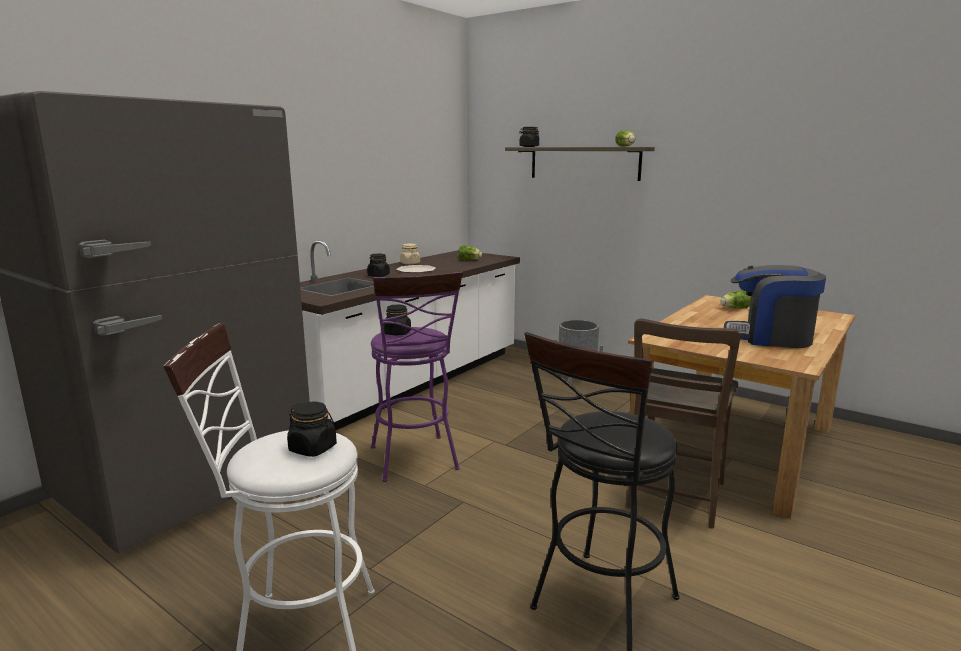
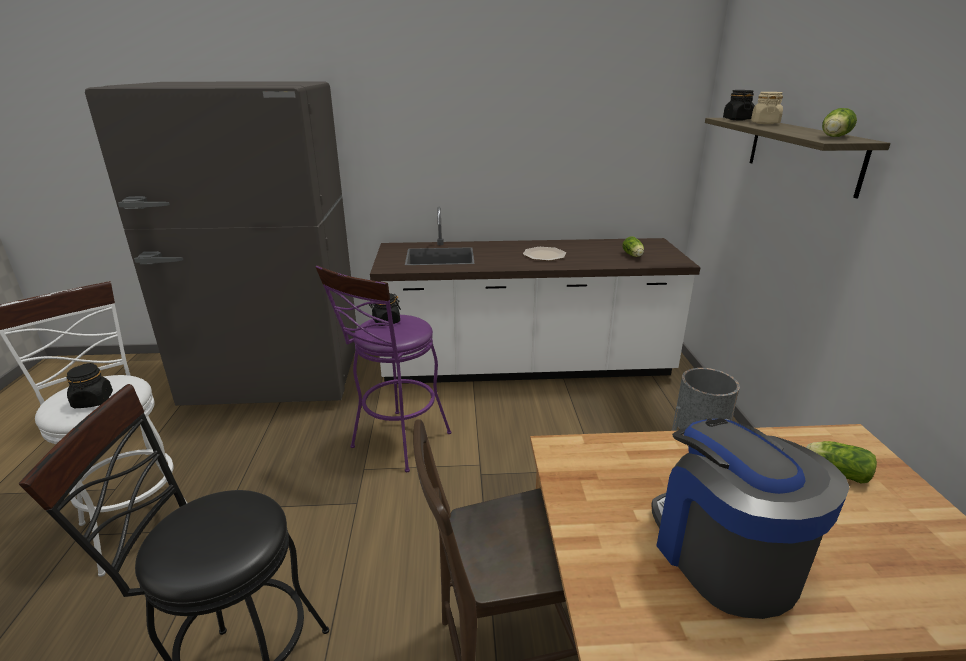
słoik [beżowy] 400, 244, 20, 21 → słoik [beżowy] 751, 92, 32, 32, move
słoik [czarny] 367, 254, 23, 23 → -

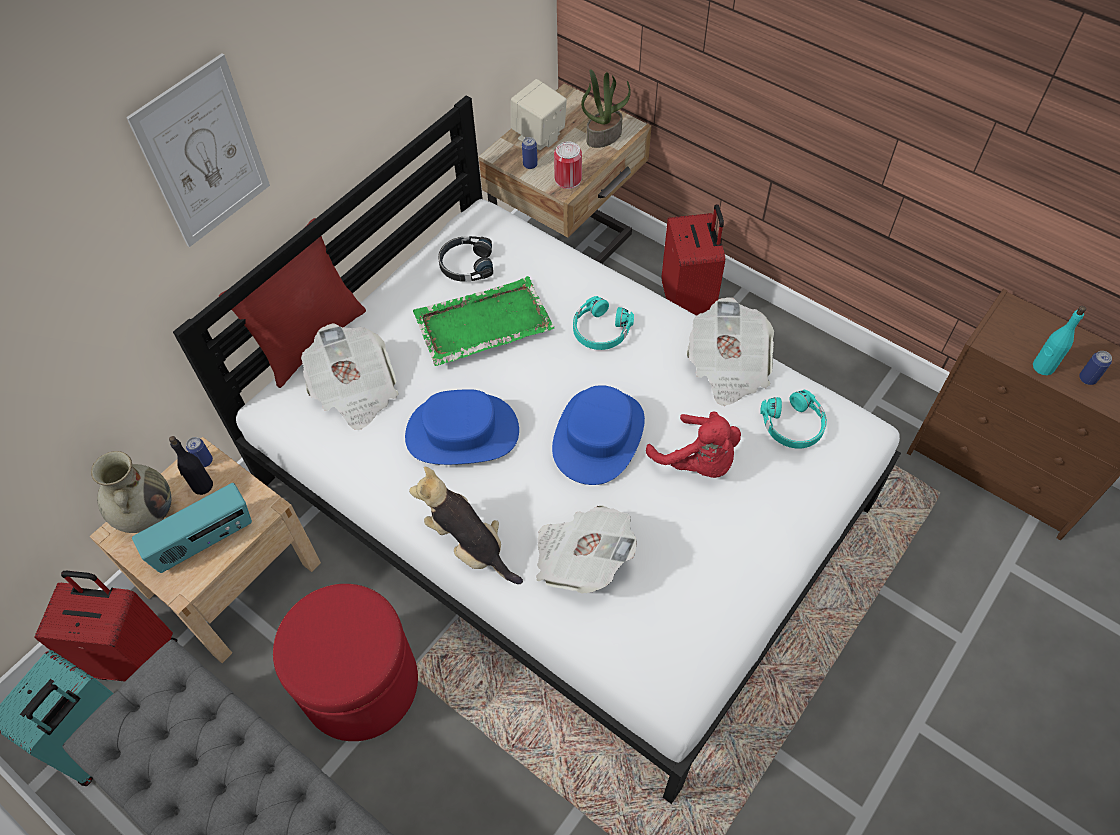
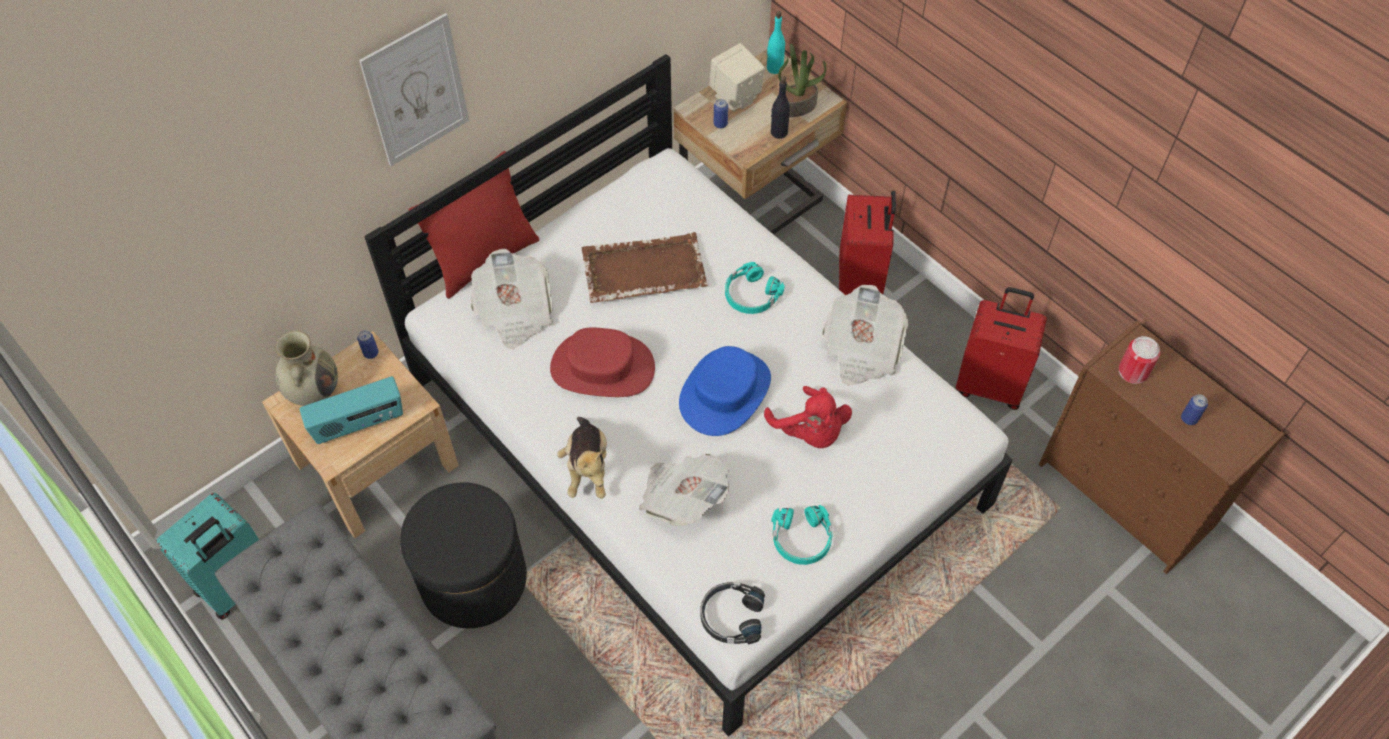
puszka 554, 142, 28, 47 → puszka 1119, 336, 41, 48, move
słuchawki [czarny] 438, 236, 55, 46 → słuchawki [czarny] 700, 582, 65, 63, move
taca [zielony] 413, 276, 141, 90 → taca [brązowy] 581, 232, 127, 71
butelka [turkusowy] 1033, 306, 53, 69 → butelka [turkusowy] 767, 11, 18, 63, move
kapelusz [niebieski] 405, 389, 114, 76 → kapelusz [czerwony] 550, 327, 105, 70
słuchawki [turkusowy] 761, 389, 66, 59 → słuchawki [turkusowy] 771, 505, 61, 60, move
butelka [czarny] 169, 436, 44, 59 → butelka [czarny] 771, 76, 19, 63, move
pluszak 409, 467, 114, 117 → pluszak 557, 417, 50, 82, 150 degrees counterclockwise
walizka [czerwony] 34, 571, 144, 111 → walizka [czerwony] 956, 287, 91, 123, move
pufa [czerwony] 273, 584, 145, 157 → pufa [czarny] 400, 483, 127, 145

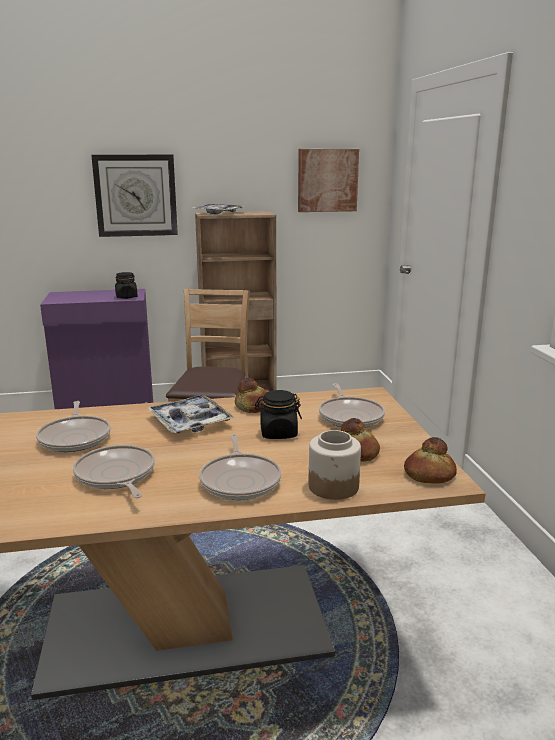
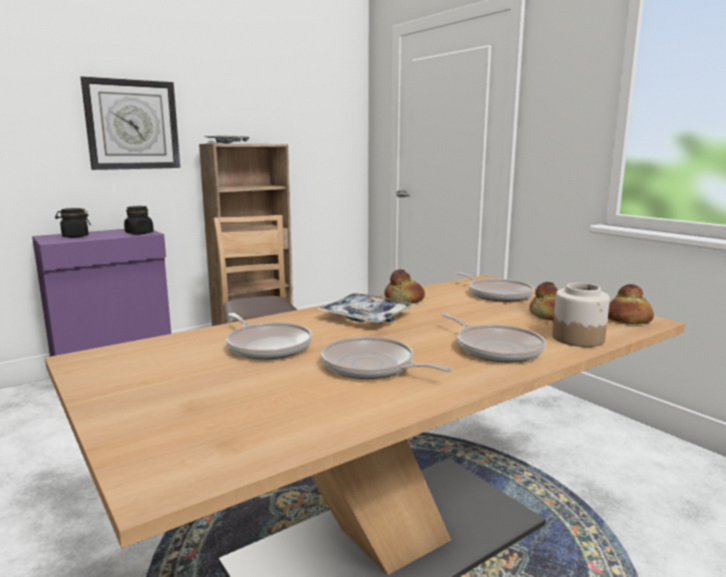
obraz 298, 149, 61, 63 → -
słoik [czarny] 255, 390, 47, 49 → słoik [czarny] 55, 208, 36, 30, move

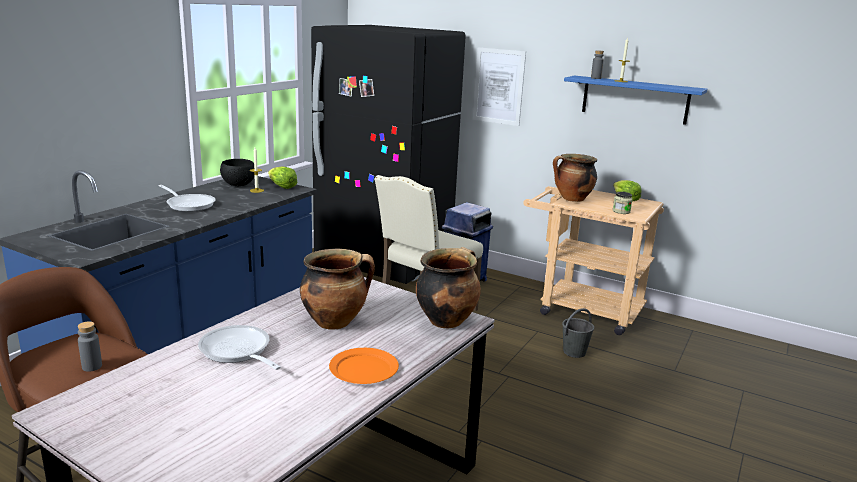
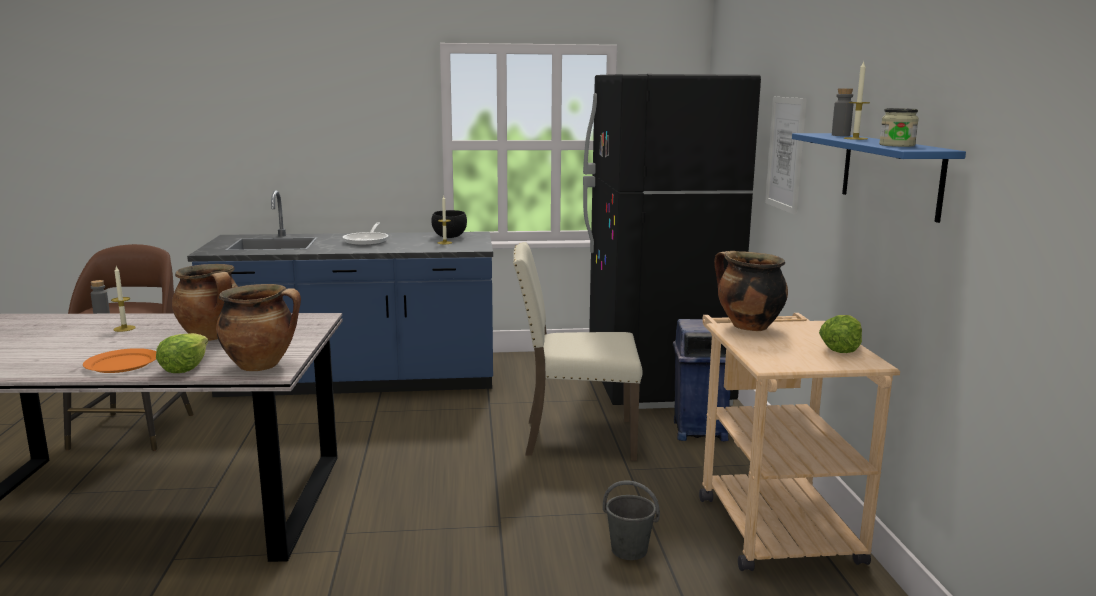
sałata 268, 166, 29, 23 → sałata 156, 333, 52, 40, move
słoik 612, 192, 21, 22 → słoik 879, 108, 40, 39, move
patelnia 198, 325, 83, 45 → świeca 111, 266, 25, 66

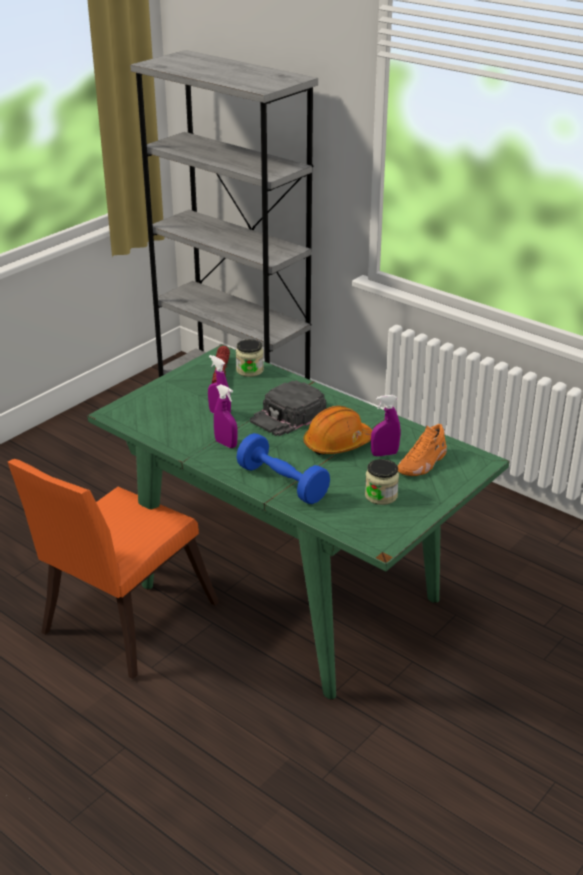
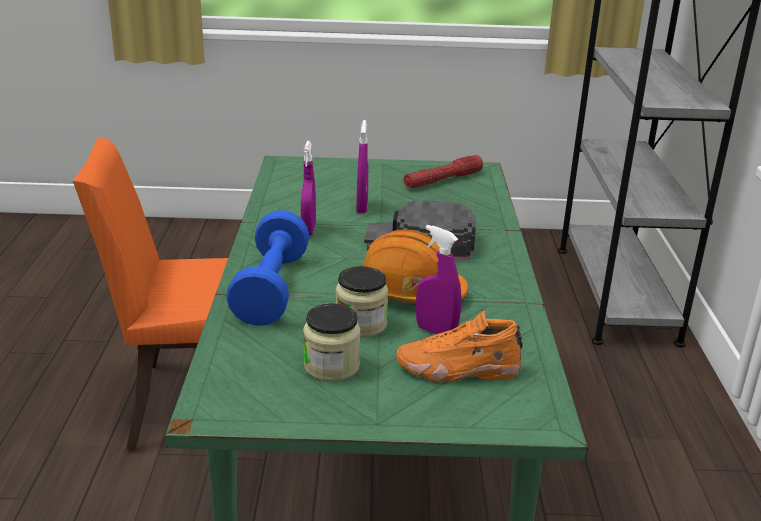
słoik 236, 339, 28, 38 → słoik 336, 266, 52, 72, move

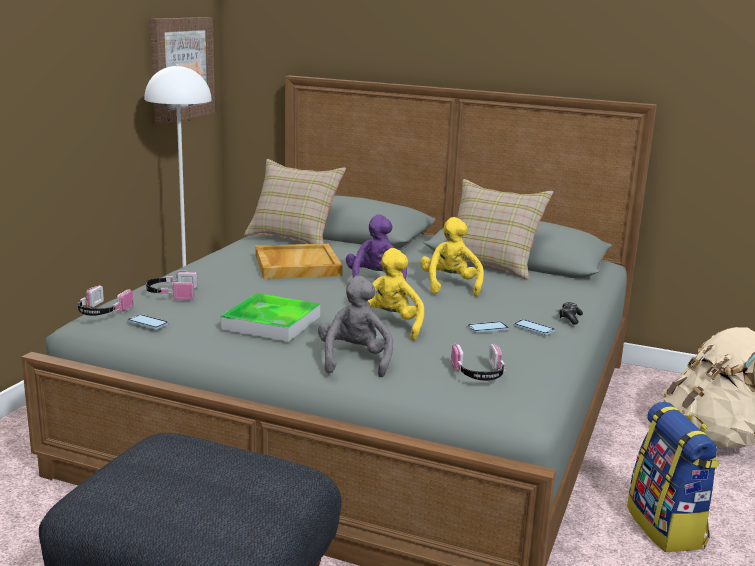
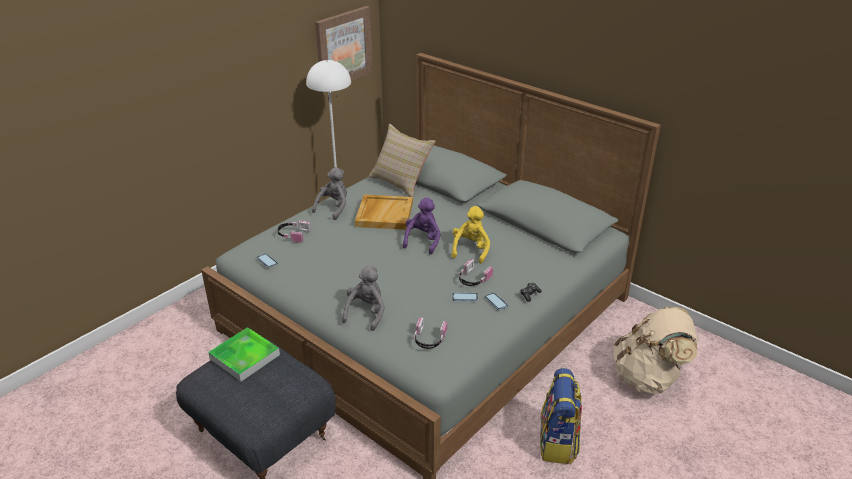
poduszka [beżowy] 457, 179, 96, 101 → -
pluszak [żółty] 368, 248, 56, 93 → -
słuchawki 78, 285, 56, 31 → słuchawki 459, 259, 34, 27, move
taca 221, 293, 99, 49 → taca 208, 327, 72, 55, move
- → pluszak [szary] 312, 167, 35, 53

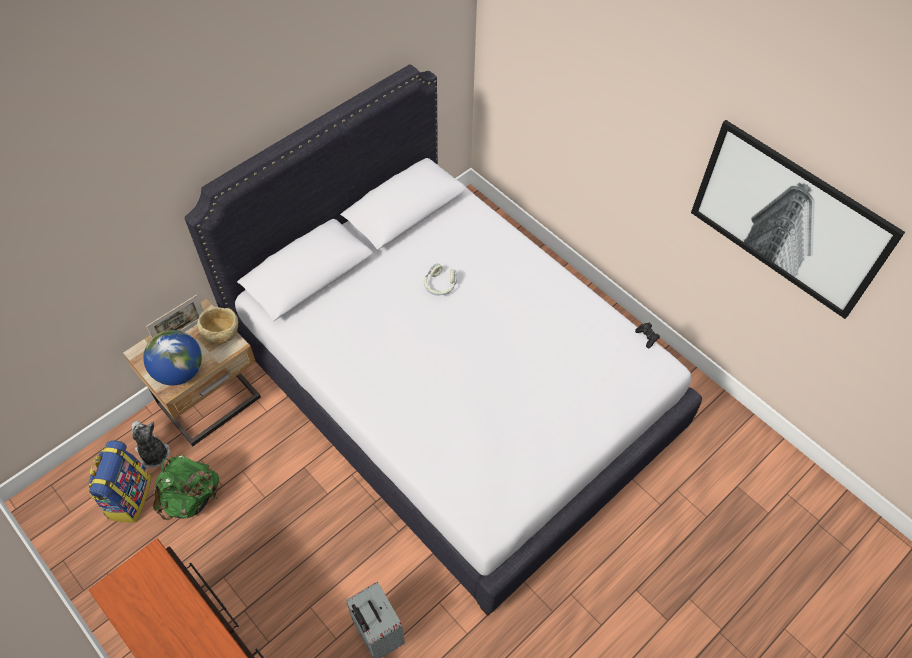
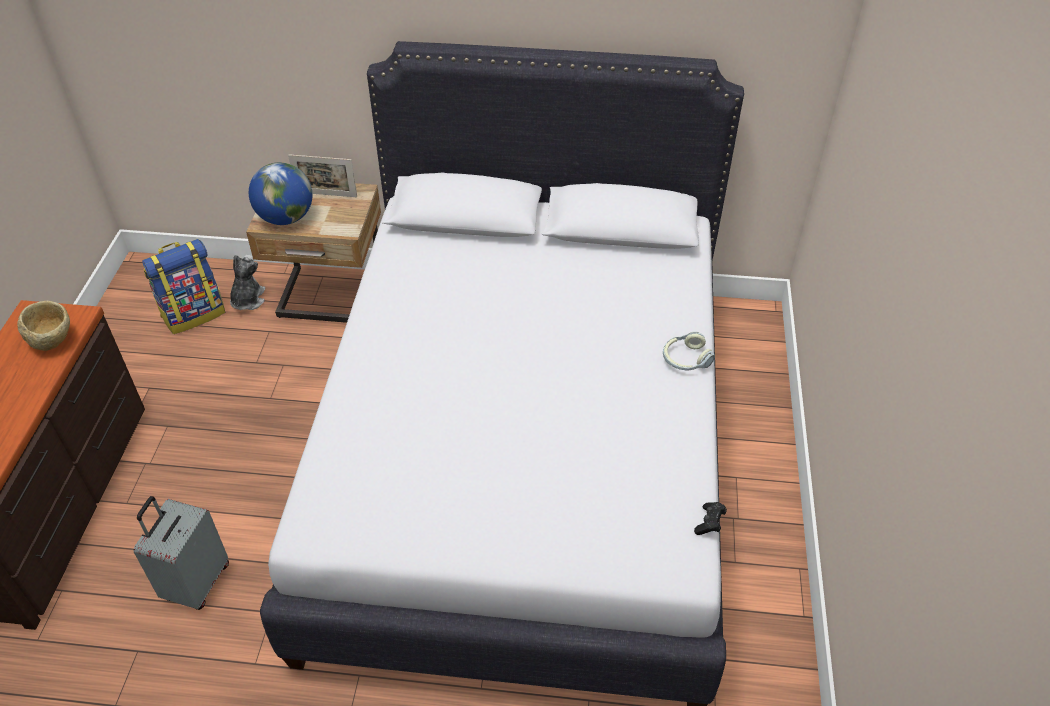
obraz 691, 120, 214, 199 → -
słuchawki 424, 264, 33, 32 → słuchawki 663, 331, 52, 39, move
miska [beżowy] 197, 307, 41, 37 → miska [beżowy] 17, 301, 53, 50, move
plecak [zielony] 153, 455, 66, 65 → -

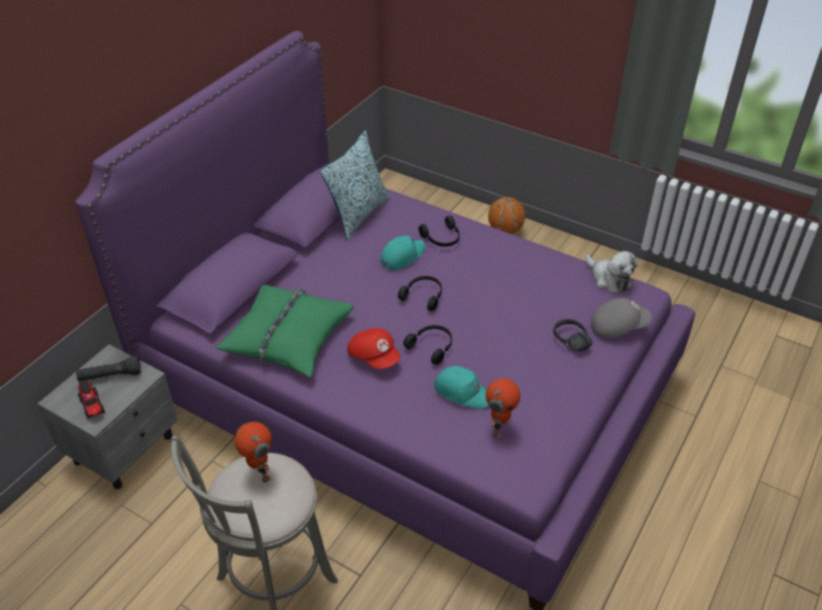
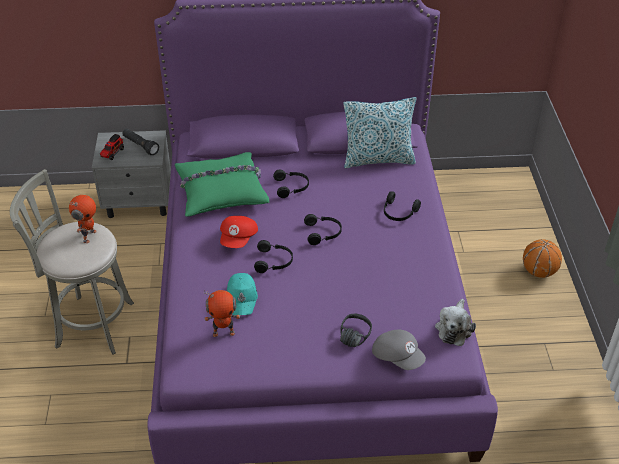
czapka z daszkiem [turkusowy] 380, 235, 45, 35 → -
- → słuchawki [czarny] 273, 169, 36, 29

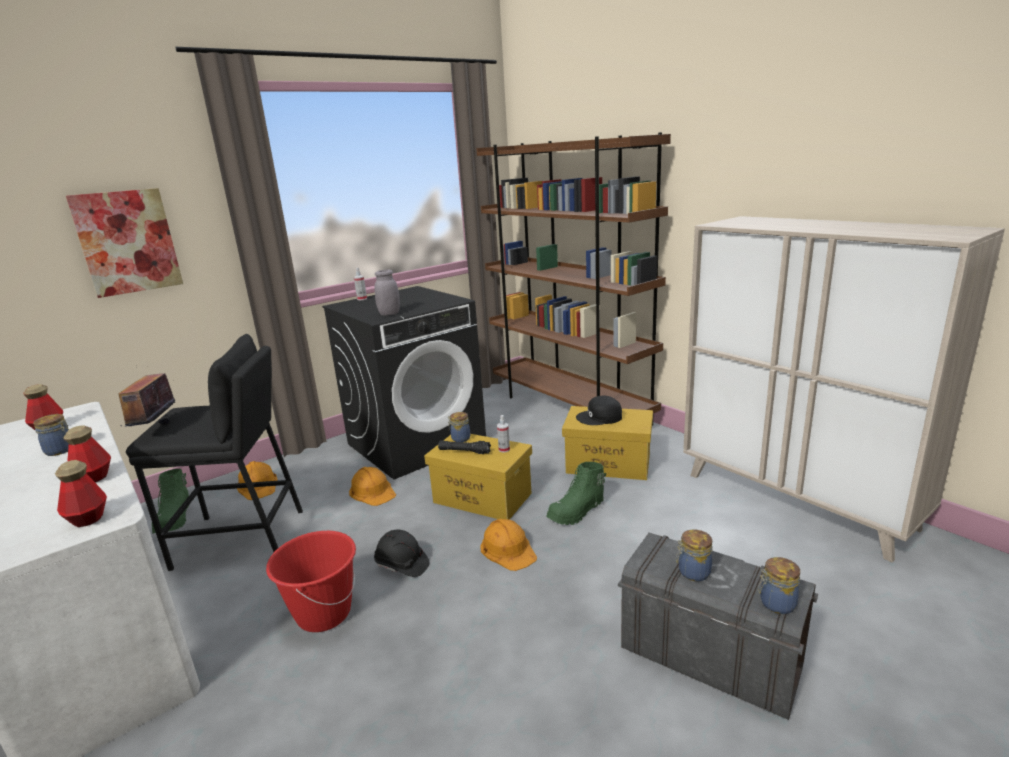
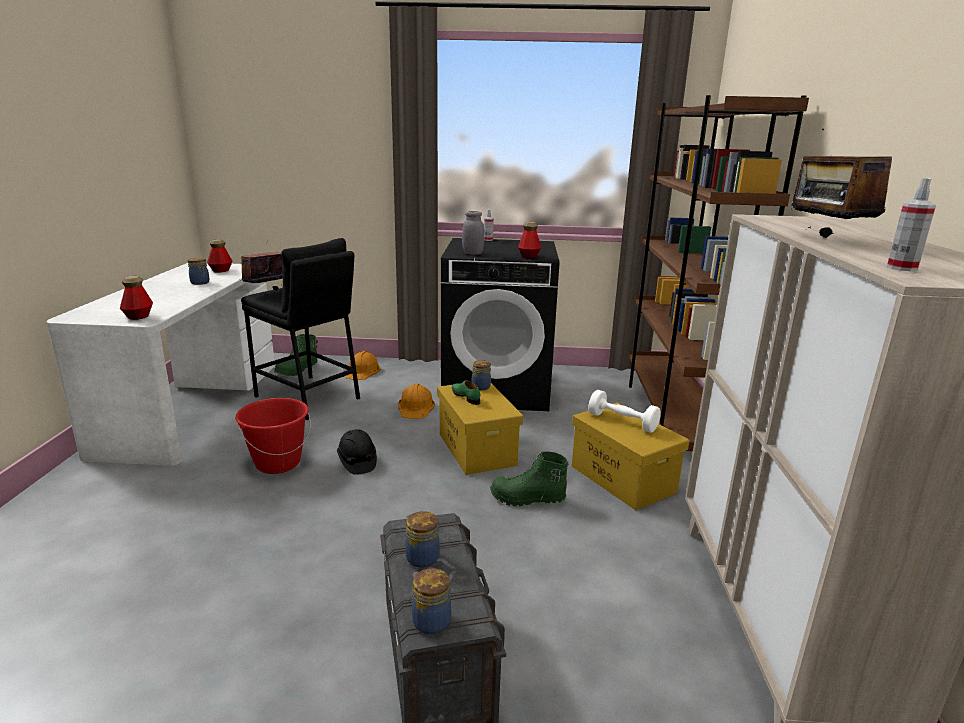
obraz 66, 188, 117, 110 → -
czapka z daszkiem [czarny] 576, 396, 46, 29 → hantel [biały] 589, 390, 72, 43
spryskiwacz 497, 415, 13, 38 → spryskiwacz 887, 178, 49, 93, move
butelka 63, 426, 48, 57 → butelka 518, 222, 24, 37, move
latarka [czarny] 438, 440, 53, 14 → but [zielony] 452, 380, 28, 25
kask [pomarańczowy] 480, 519, 57, 52 → -
- → radio 791, 129, 101, 109

